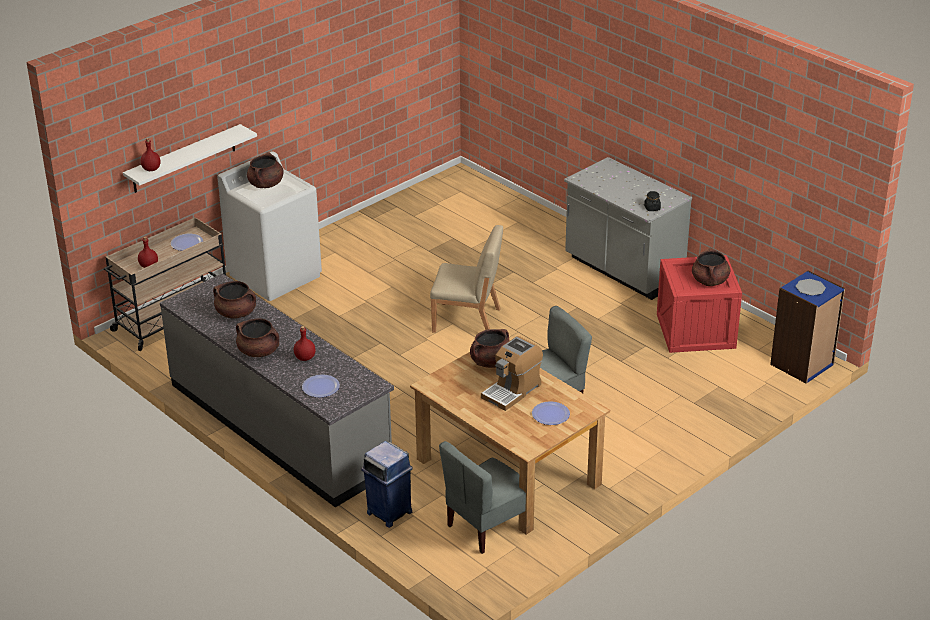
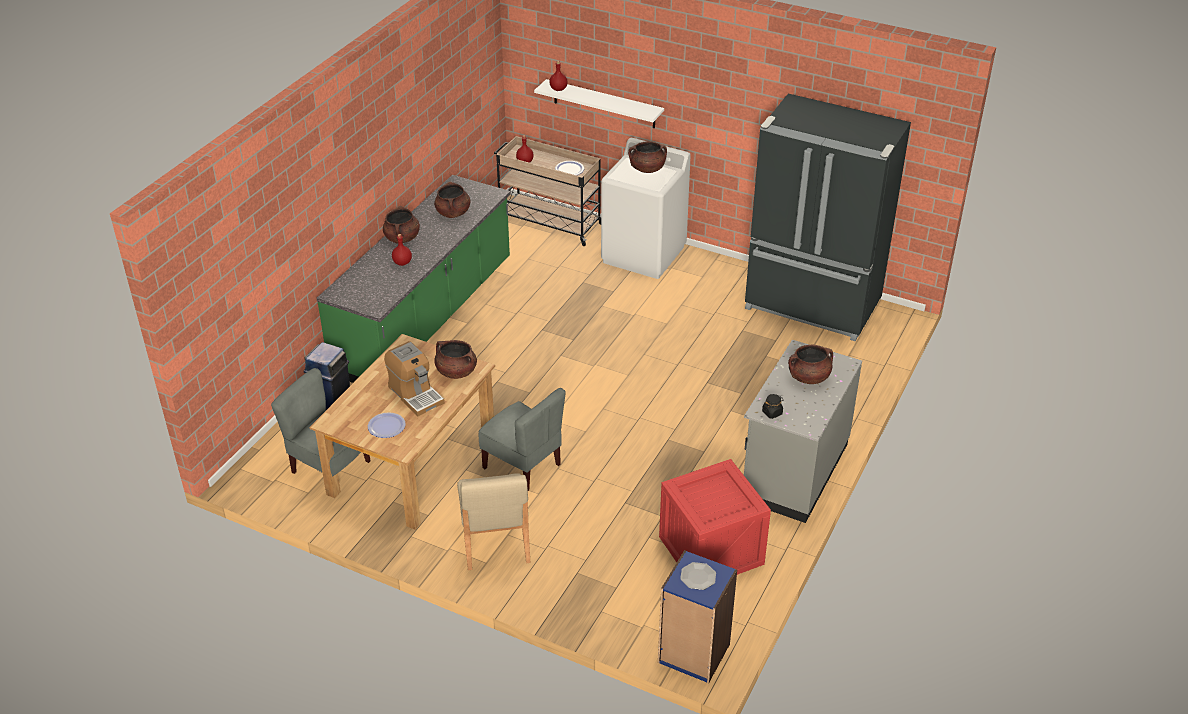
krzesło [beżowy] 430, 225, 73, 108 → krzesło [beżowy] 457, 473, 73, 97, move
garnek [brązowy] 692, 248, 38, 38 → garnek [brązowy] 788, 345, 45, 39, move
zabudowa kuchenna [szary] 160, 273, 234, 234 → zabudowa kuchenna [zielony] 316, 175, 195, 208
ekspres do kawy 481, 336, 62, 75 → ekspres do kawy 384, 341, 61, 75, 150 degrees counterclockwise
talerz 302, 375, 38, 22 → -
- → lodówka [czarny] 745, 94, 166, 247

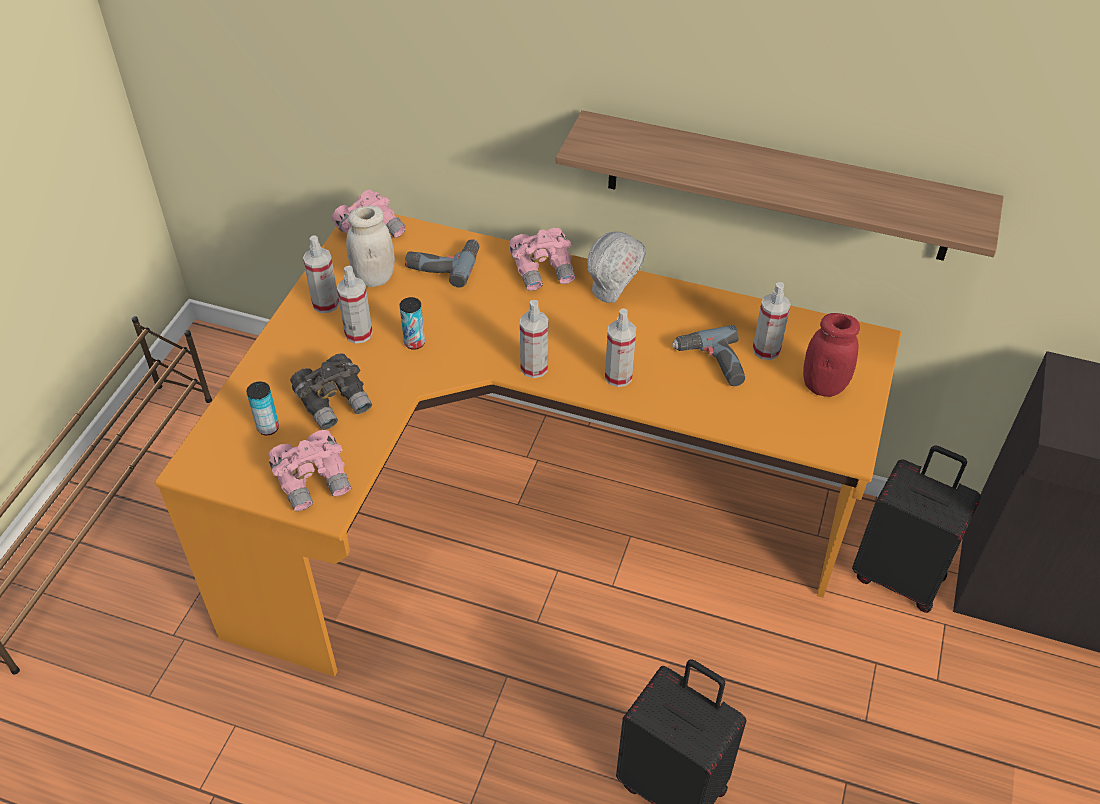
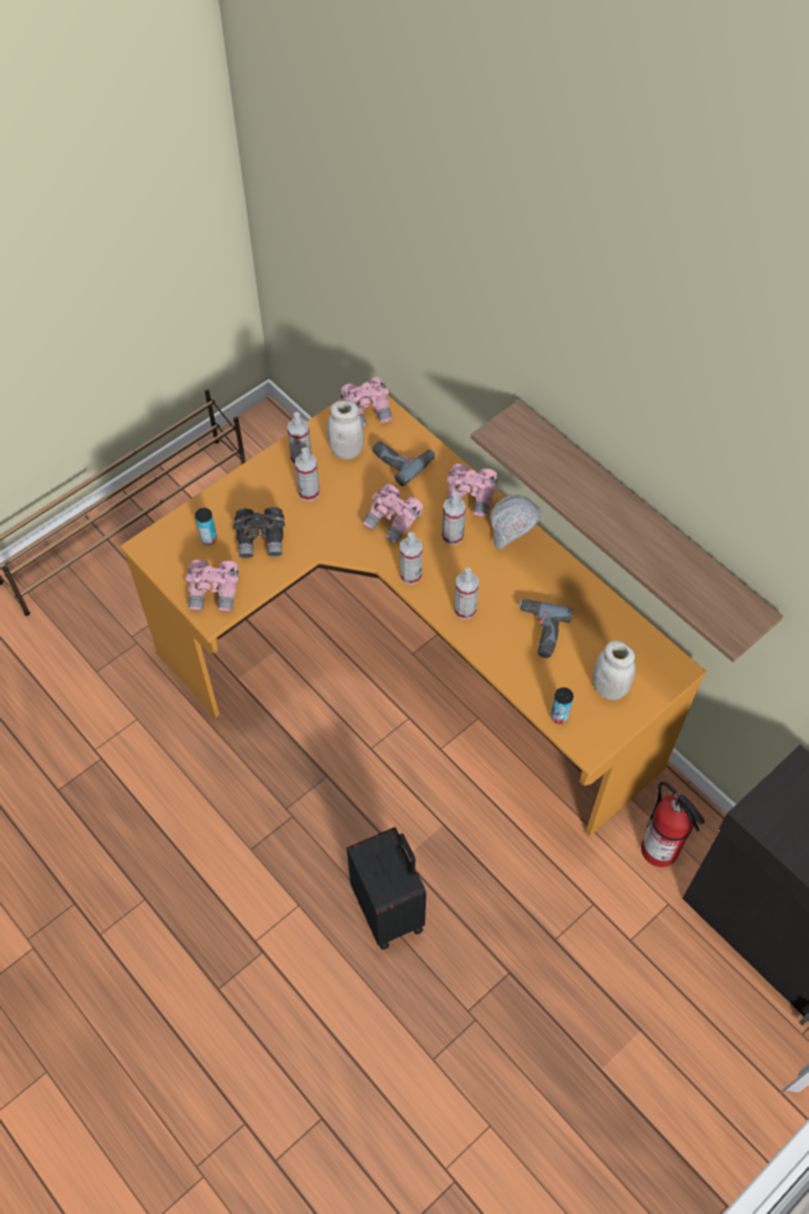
spryskiwacz 752, 282, 39, 78 → spryskiwacz 442, 492, 24, 53, move
puszka 400, 297, 25, 53 → puszka 551, 687, 22, 37, move
słoik [czerwony] 803, 313, 57, 84 → słoik [biały] 593, 641, 43, 59
walizka [czarny] 852, 445, 129, 168 → gaśnica 641, 782, 64, 85
- → lornetka [różowy] 362, 484, 61, 59

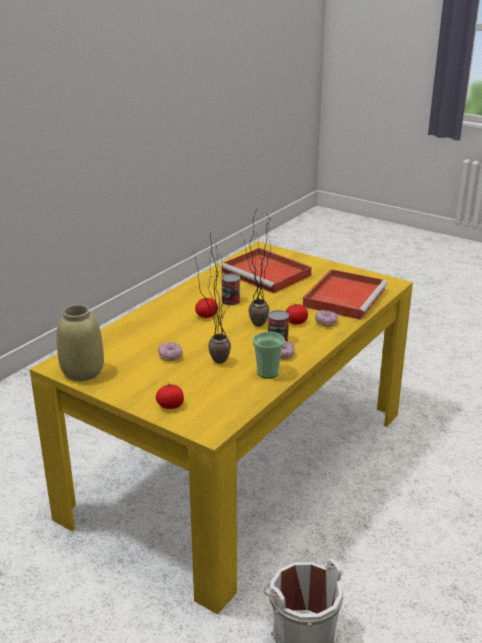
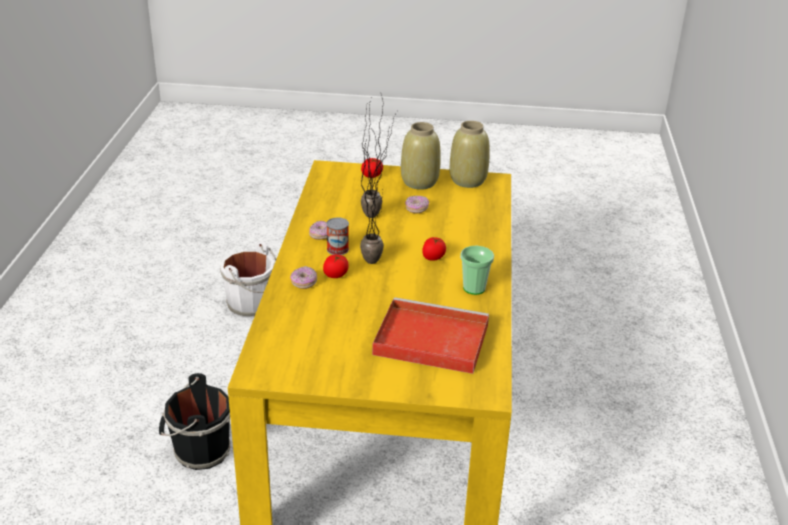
taca [czerwony] 303, 269, 85, 51 → -
puszka 221, 274, 19, 32 → -
filiżanka 253, 332, 32, 47 → filiżanka 460, 246, 34, 49, move
- → wazon [beżowy] 401, 122, 40, 68
- → wiadro [czarny] 159, 373, 71, 97

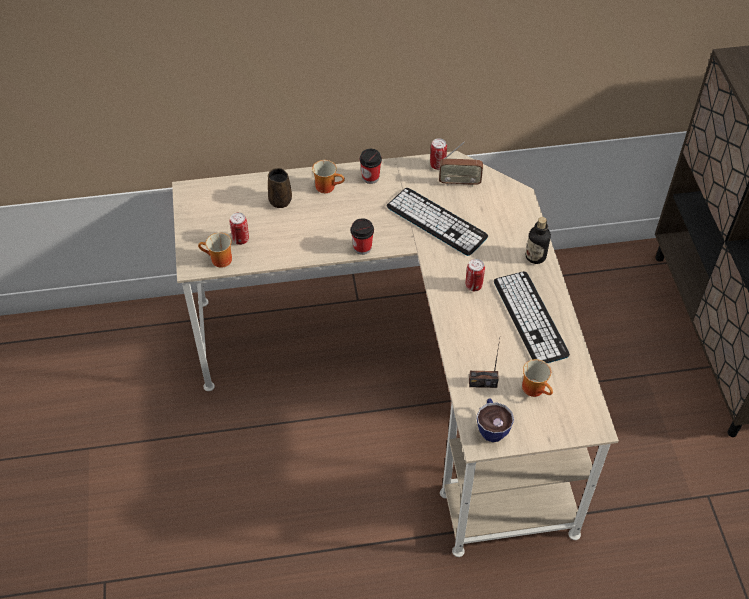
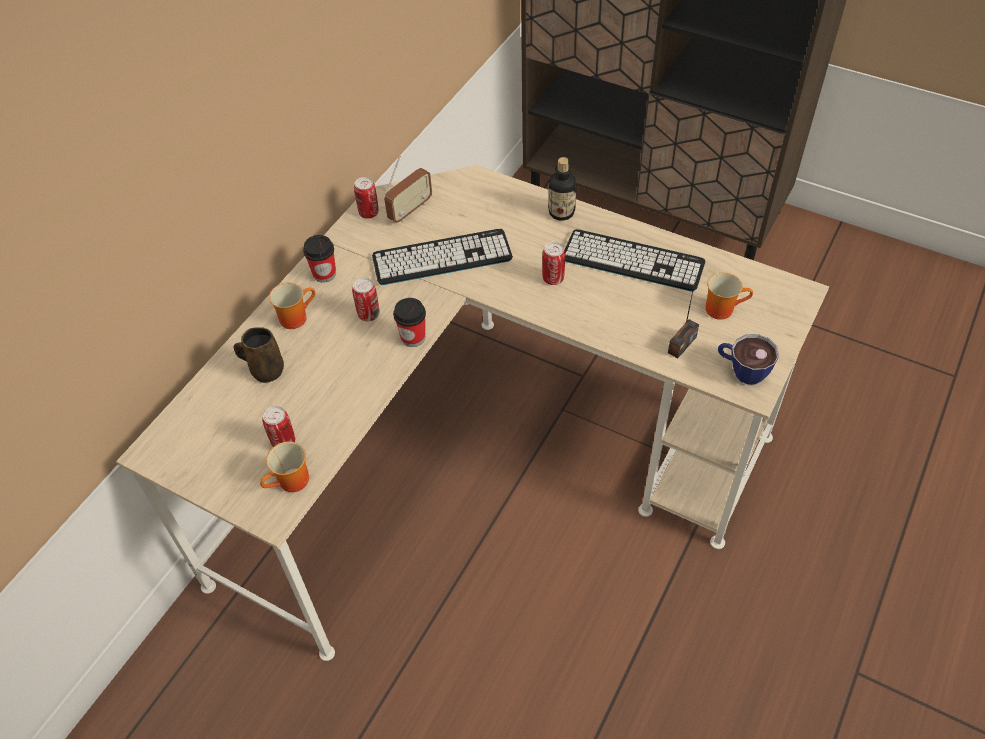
- → puszka 352, 278, 27, 43

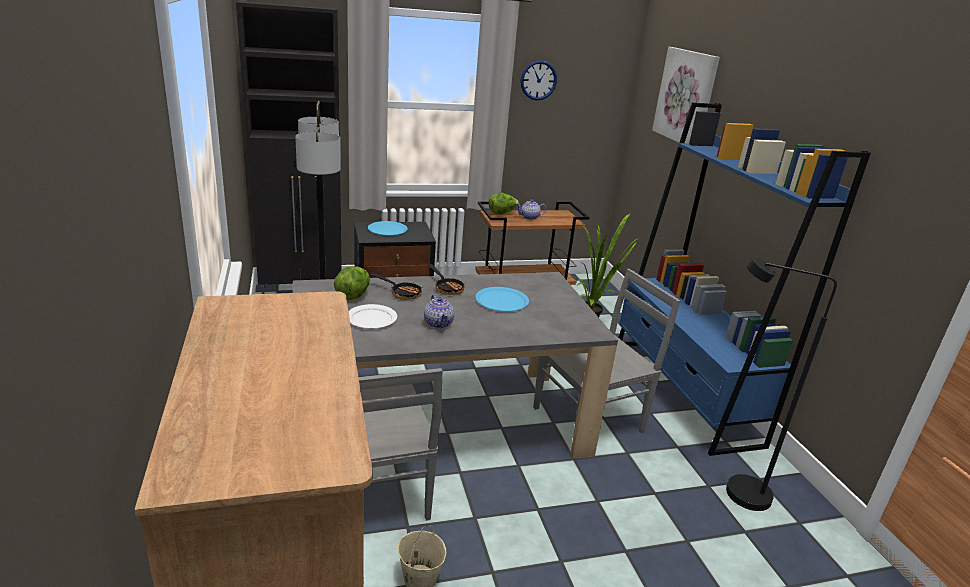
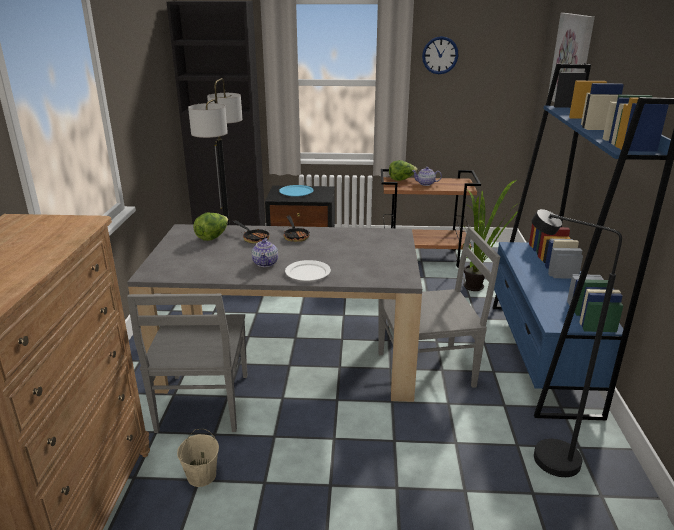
talerz [niebieski] 475, 287, 54, 24 → -
talerz [biały] 349, 304, 48, 25 → talerz [biały] 285, 260, 46, 21, move

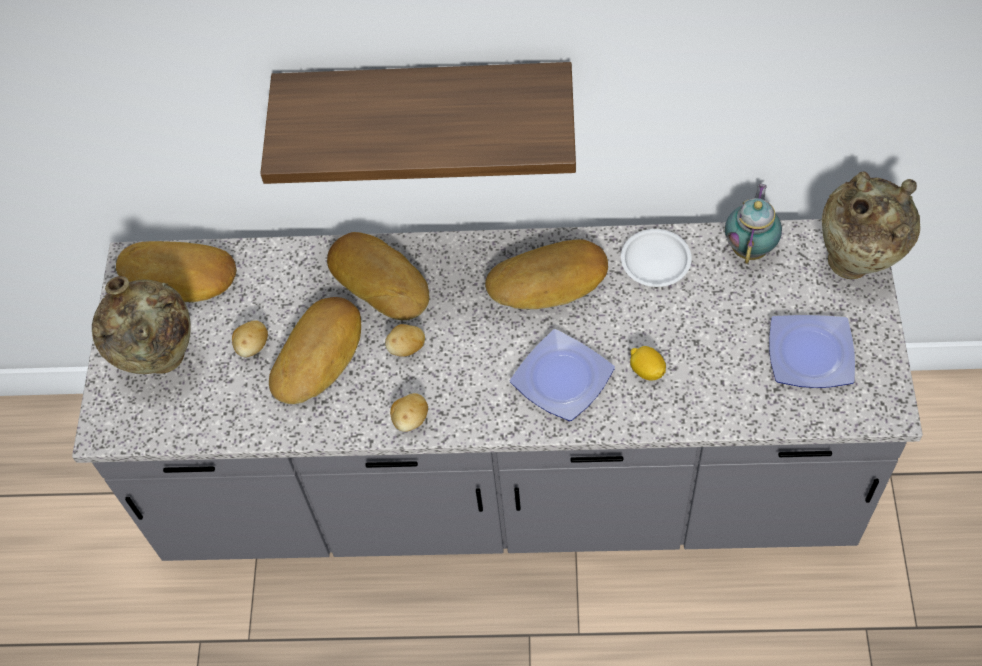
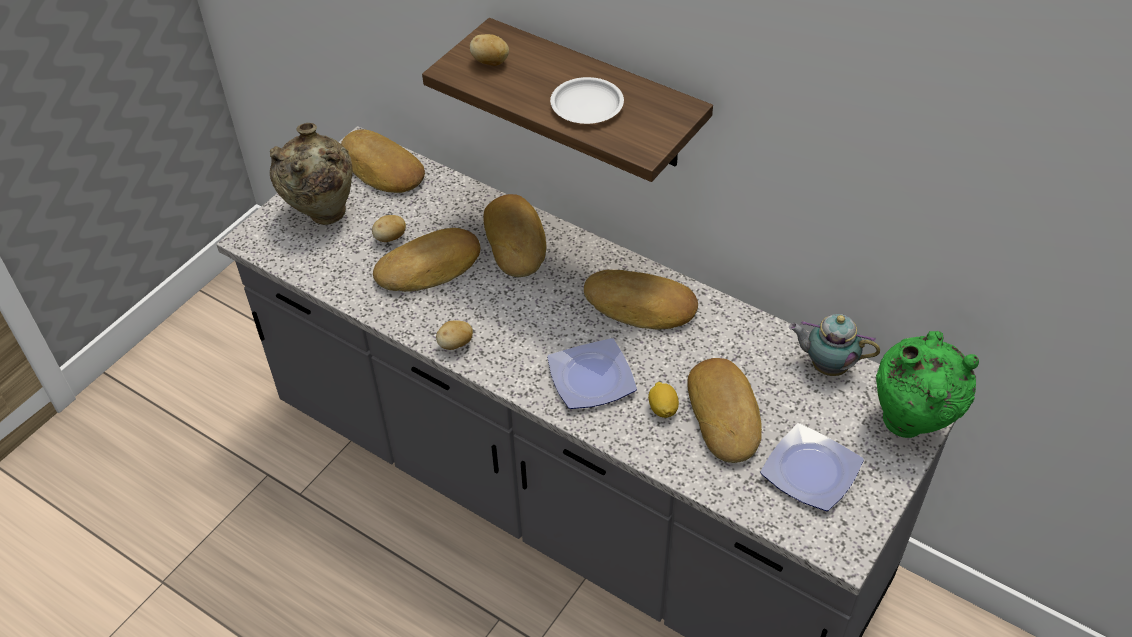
wazon [beżowy] 822, 171, 98, 108 → wazon [zielony] 876, 330, 103, 108
imbryk 725, 184, 57, 80 → imbryk 789, 314, 91, 62, 120 degrees counterclockwise
talerz [biały] 621, 229, 71, 58 → talerz [biały] 550, 77, 74, 47, move
ziemniak 385, 324, 40, 33 → ziemniak 470, 34, 39, 32, move
- → chleb 687, 358, 75, 105

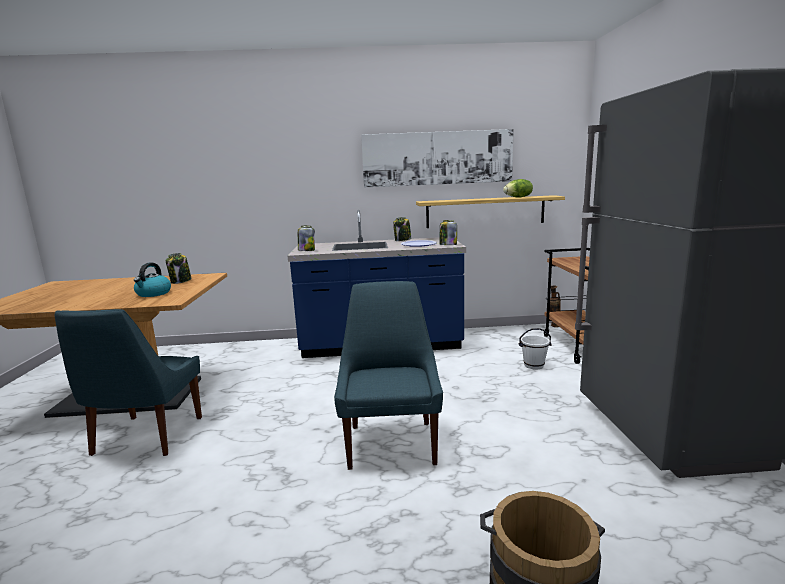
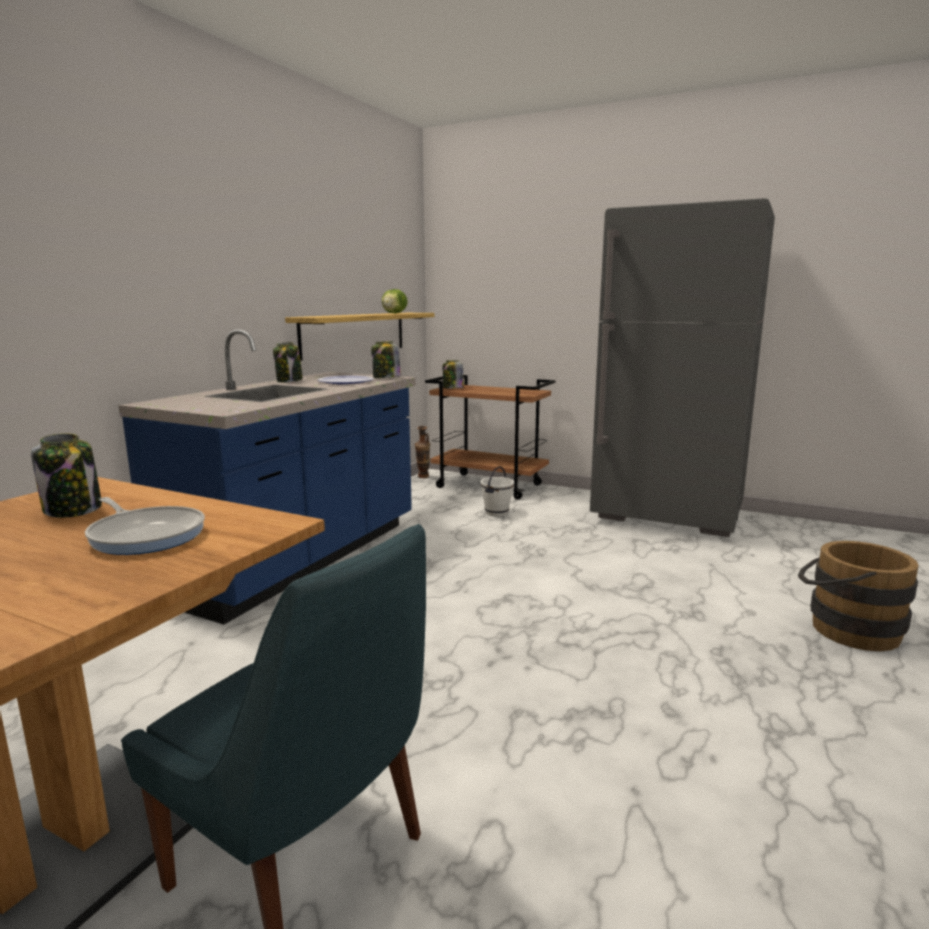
obraz 361, 129, 153, 58 → -
słoik 298, 226, 17, 25 → słoik 443, 360, 21, 28, move
czajnik 134, 263, 37, 34 → patelnia 85, 497, 120, 58
krzesło [niebieski] 334, 281, 109, 189 → -

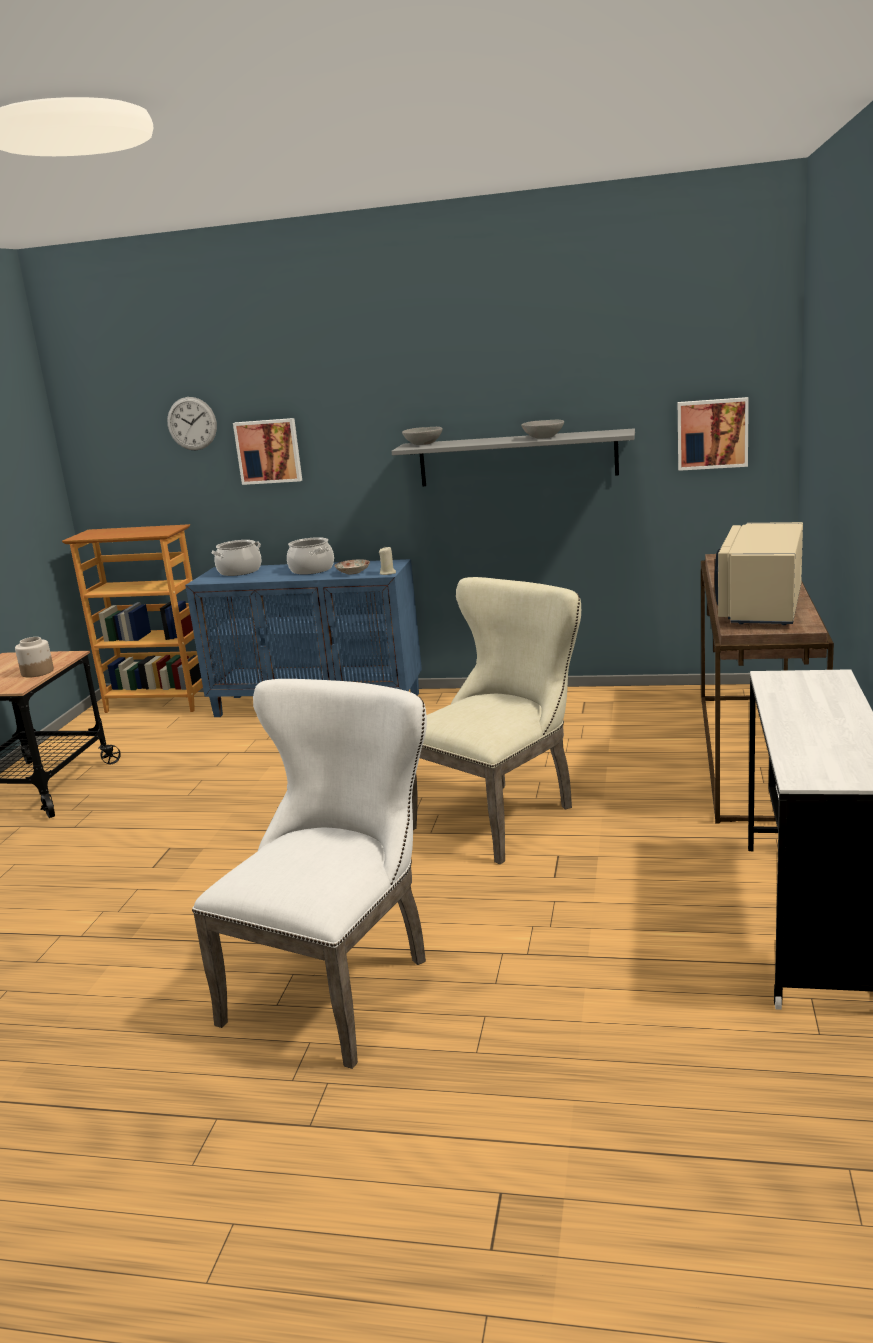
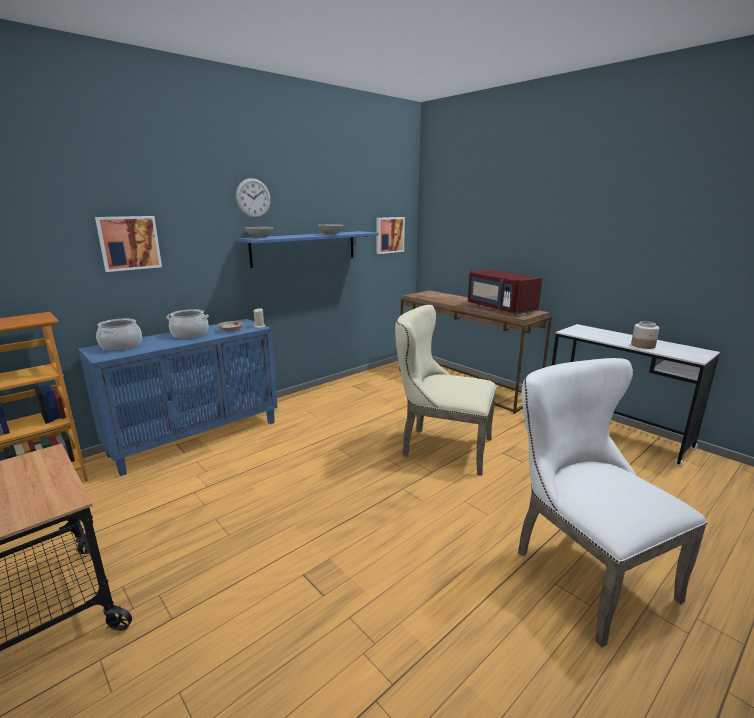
zegar ścienny 167, 397, 50, 53 → zegar ścienny 236, 178, 35, 40, move
półka [szary] 392, 428, 243, 58 → półka [niebieski] 237, 231, 142, 37
mikrofalówka [beżowy] 715, 522, 88, 103 → mikrofalówka [czerwony] 468, 269, 74, 46
krzesło [beżowy] 412, 577, 169, 287 → krzesło [beżowy] 395, 305, 102, 171, 60 degrees counterclockwise
słoik 15, 637, 39, 41 → słoik 631, 321, 28, 28, move

